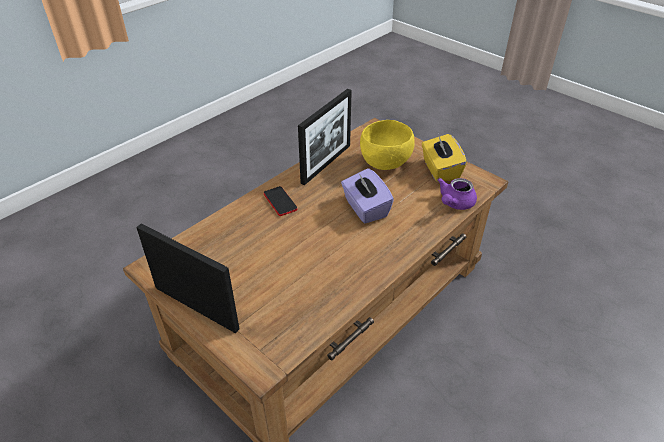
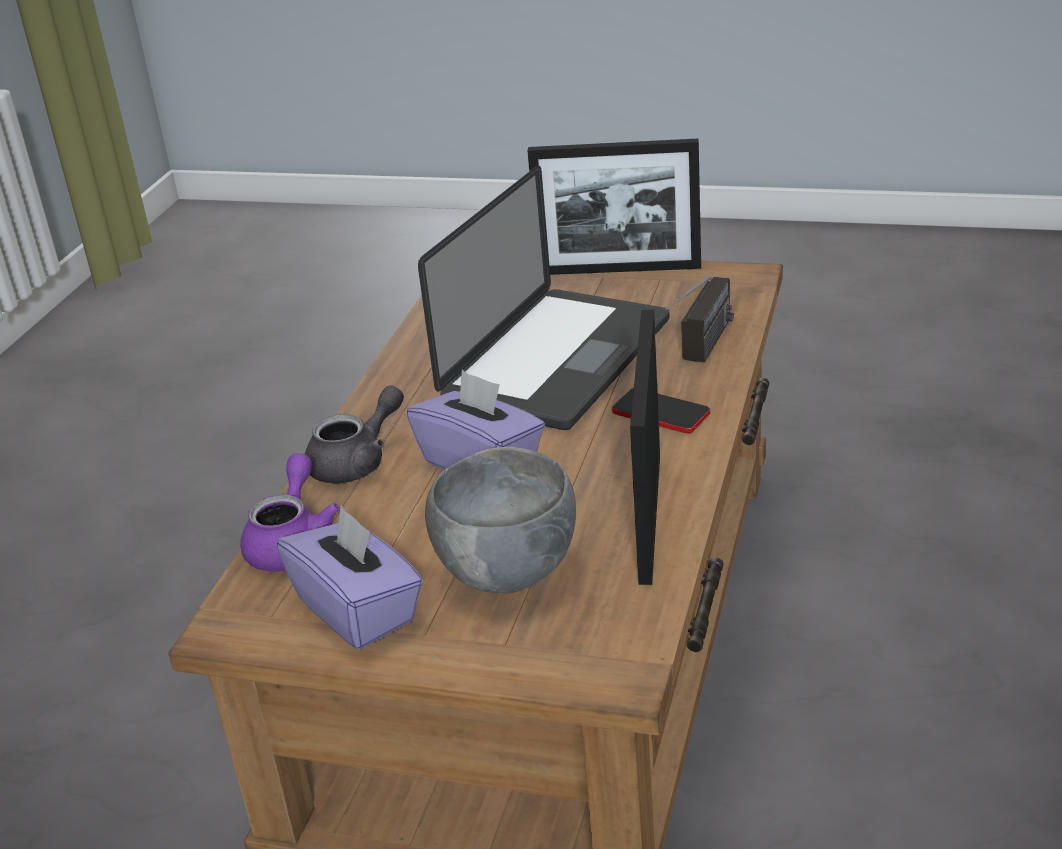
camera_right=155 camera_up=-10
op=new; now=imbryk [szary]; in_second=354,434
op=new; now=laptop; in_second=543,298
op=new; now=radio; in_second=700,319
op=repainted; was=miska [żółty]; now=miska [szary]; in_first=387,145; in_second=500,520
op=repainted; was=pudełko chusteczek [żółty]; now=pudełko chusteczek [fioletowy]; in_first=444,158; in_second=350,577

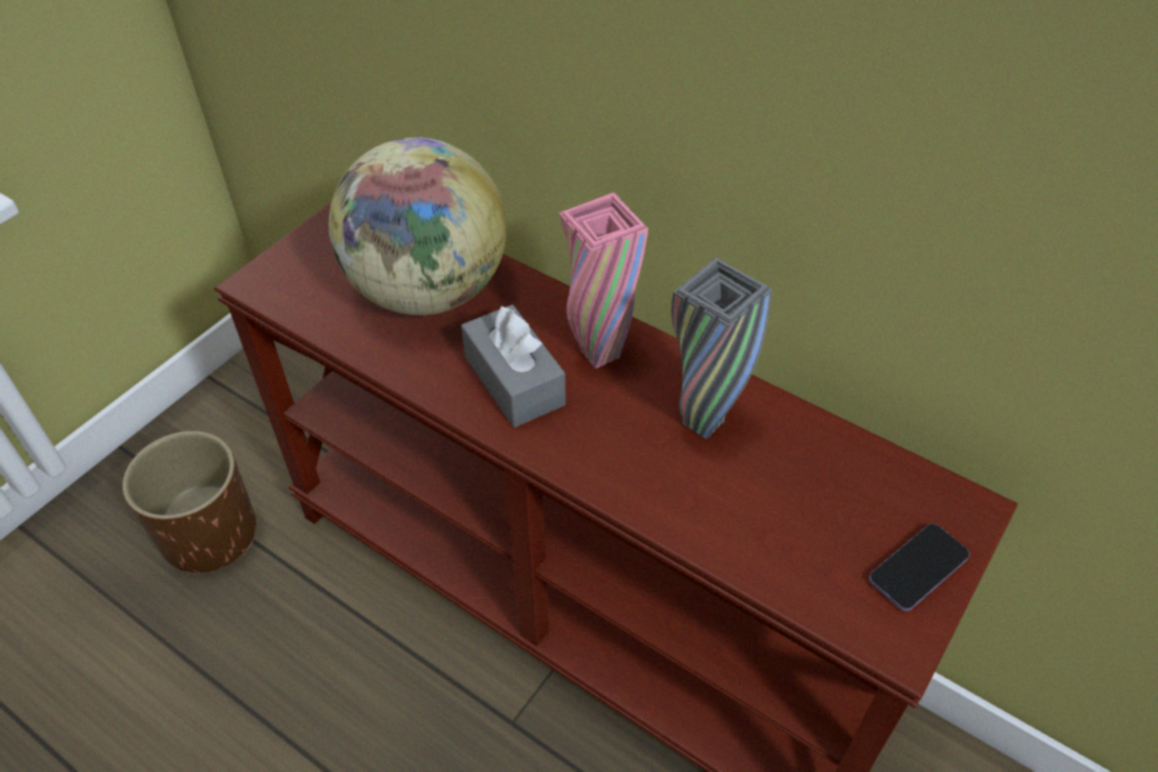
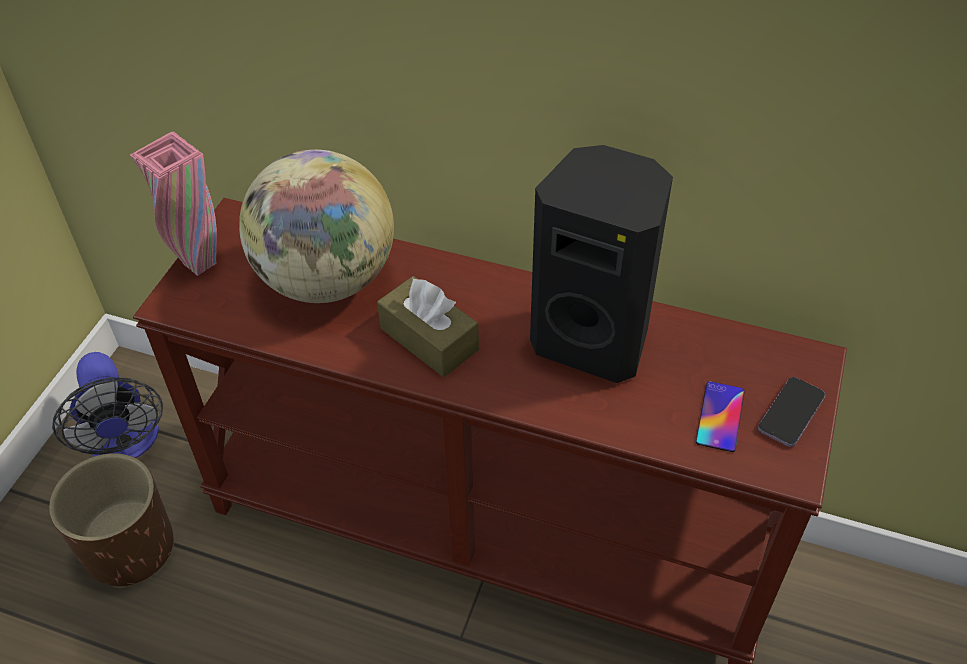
camera_right=-15 camera_up=0
op=new; now=wentylator; in_second=107,405
op=new; now=telefon; in_second=720,416
op=shifted; was=wazon [różowy]; in_first=603,281; in_second=173,203
op=swapped; was=wazon [szary]; now=głośnik [czarny]; in_first=721,348; in_second=601,264
op=repainted; was=pudełko chusteczek [szary]; now=pudełko chusteczek [brązowy]; in_first=513,366; in_second=428,326

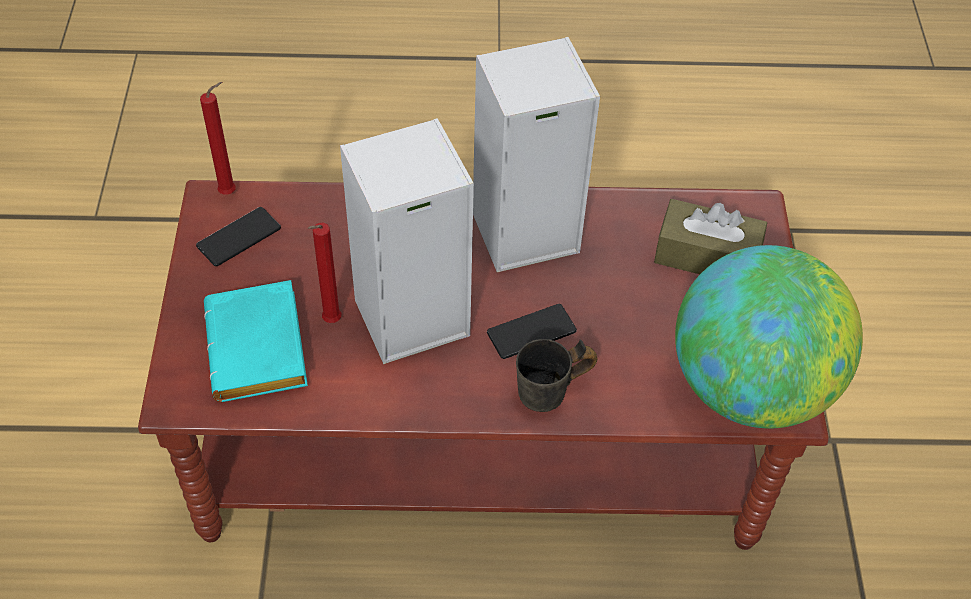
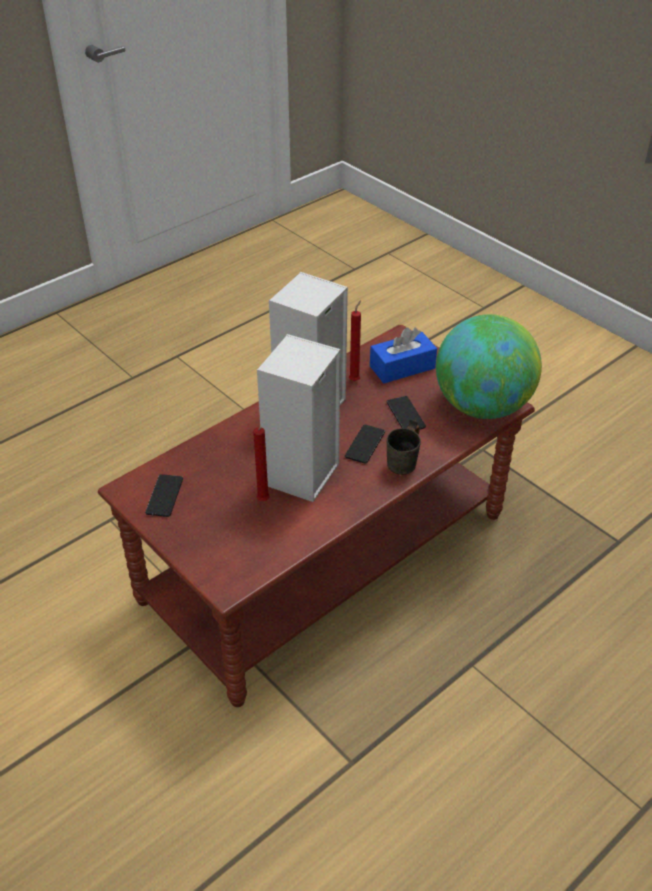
camera_right=-40 camera_up=-10
op=gone; was=książka [turkusowy]; in_first=256,341
op=new; now=telefon; in_second=406,412
op=shifted; was=świeca [czerwony]; in_first=218,138; in_second=355,340
op=repainted; was=pudełko chusteczek [brązowy]; now=pudełko chusteczek [niebieski]; in_first=710,236; in_second=403,355

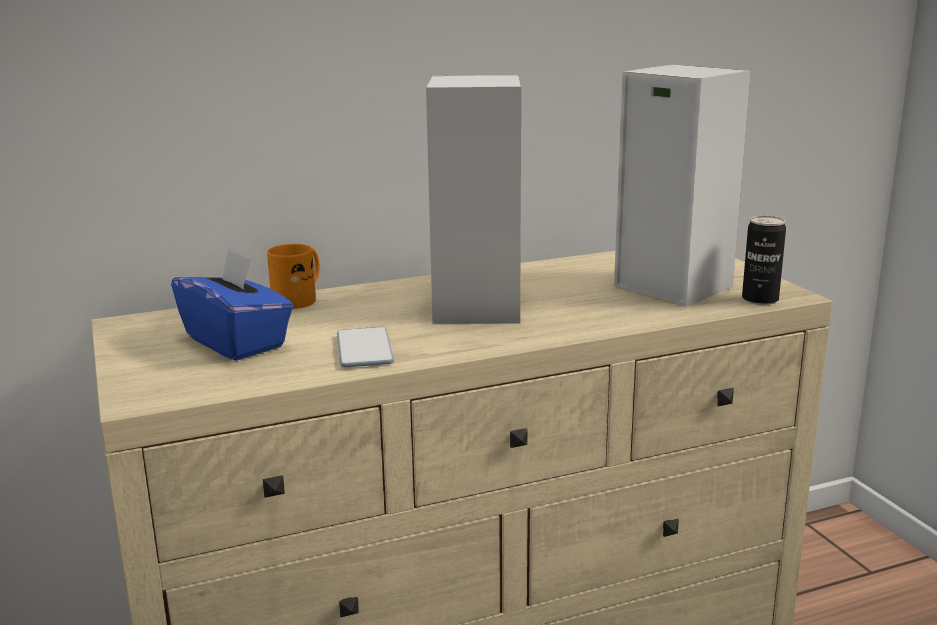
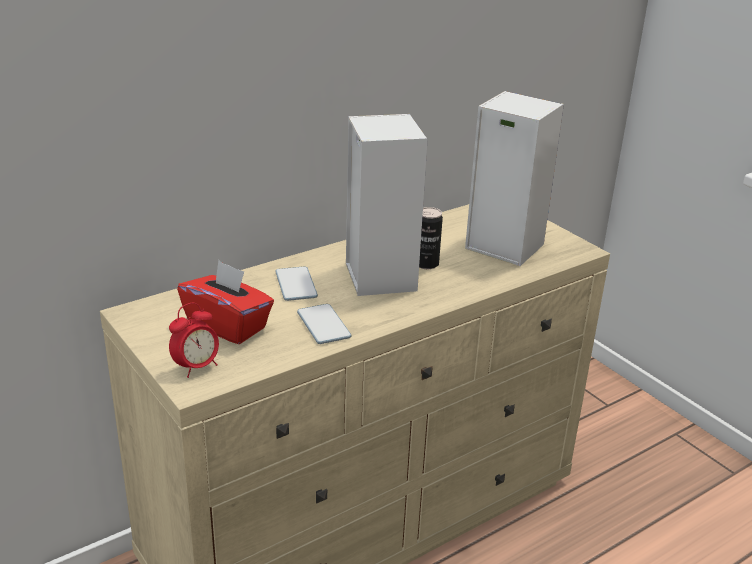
camera_right=-15 camera_up=10
op=gone; was=kubek [pomarańczowy]; in_first=293,276
op=new; now=budzik; in_second=194,340
op=new; now=telefon; in_second=296,283
op=shifted; was=puszka; in_first=764,260; in_second=431,238
op=repainted; was=pudełko chusteczek [niebieski]; now=pudełko chusteczek [czerwony]; in_first=232,304; in_second=225,302

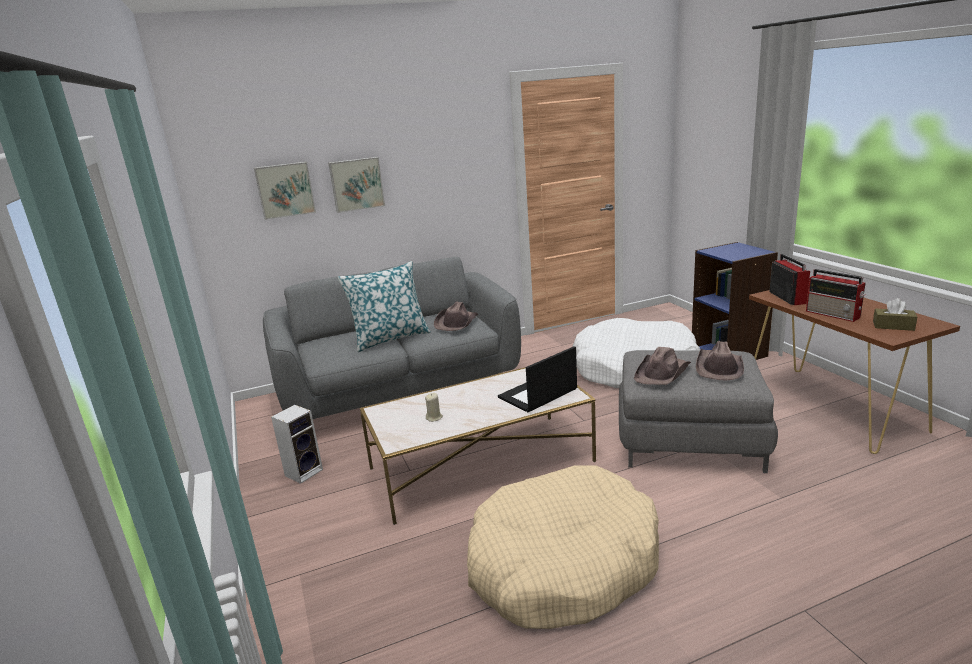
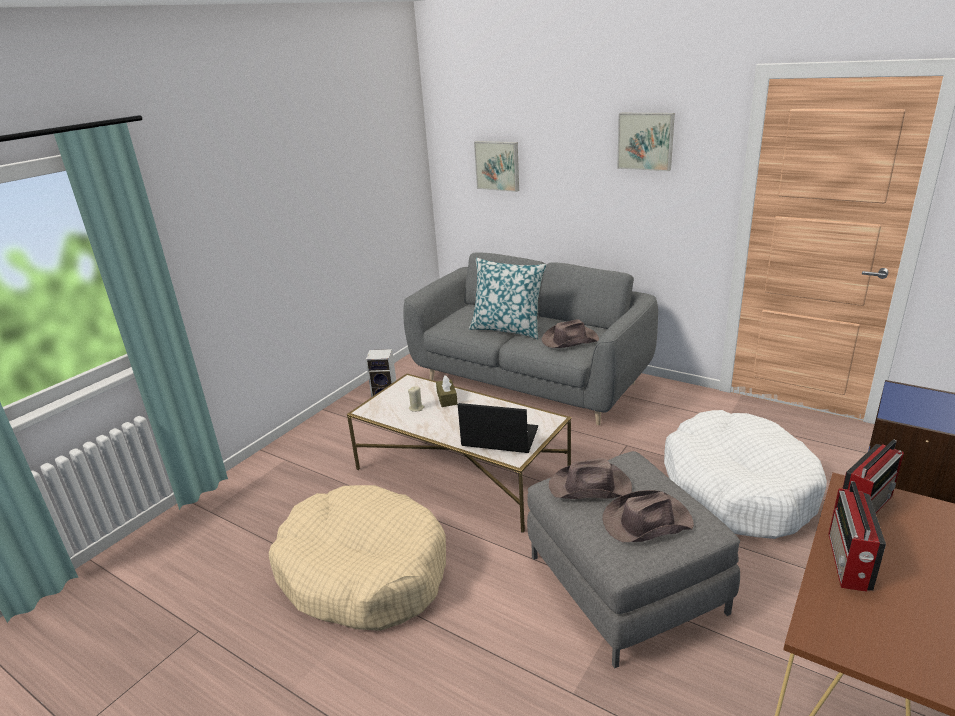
camera_right=55 camera_up=5
op=shifted; was=obraz; in_first=357,185; in_second=646,142
op=shifted; was=pudełko chusteczek [brązowy]; in_first=895,314; in_second=447,391

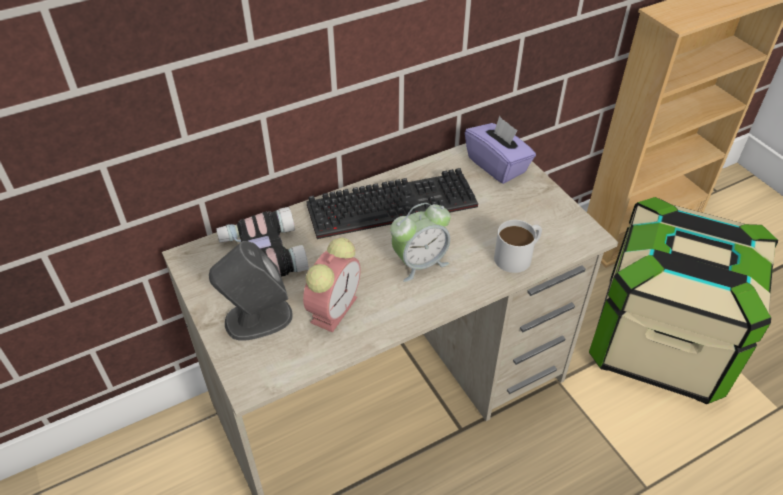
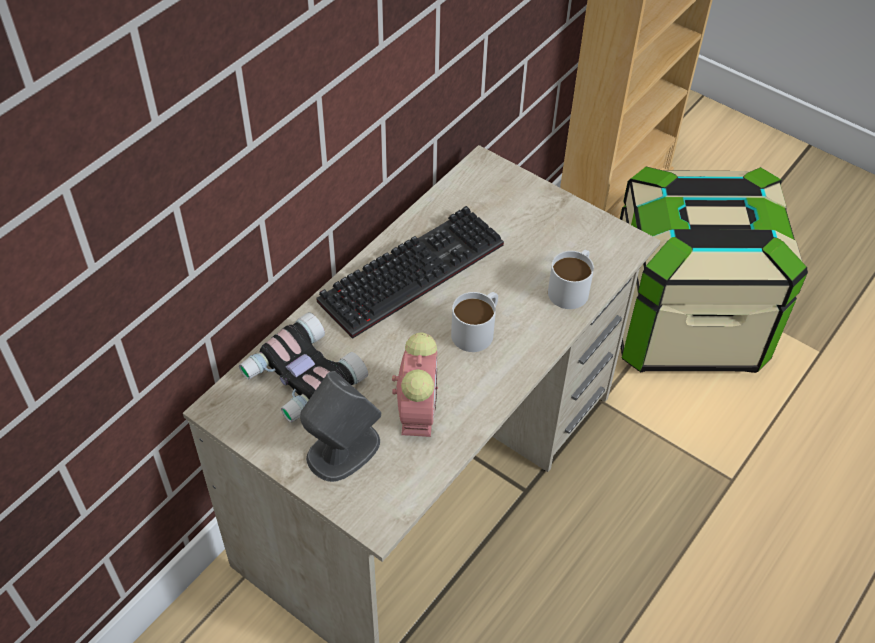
camera_right=-25 camera_up=5
op=gone; was=pudełko chusteczek [fioletowy]; in_first=500,150
op=swapped; was=budzik; now=kubek [biały]; in_first=420,242; in_second=474,322

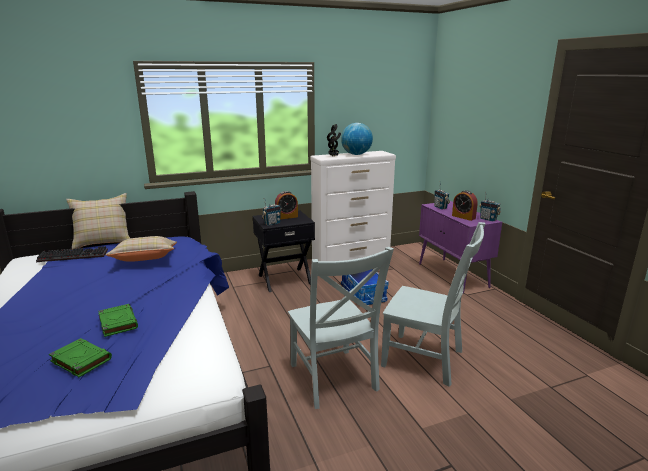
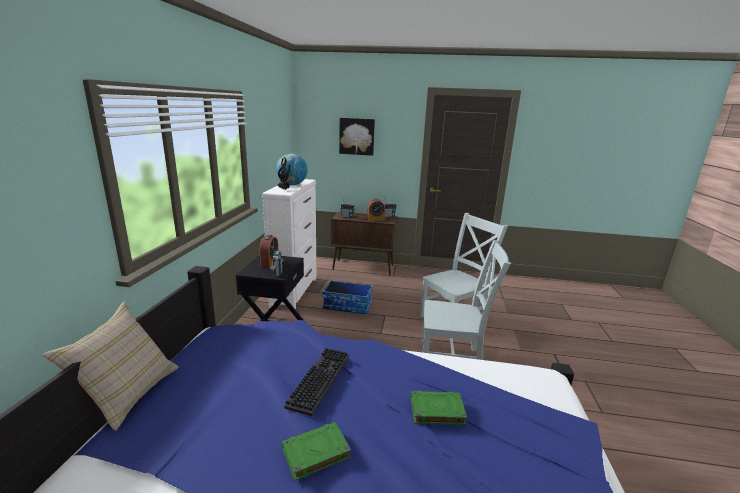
camera_right=-60 camera_up=0
op=gone; was=poduszka [beżowy]; in_first=141,249
op=new; now=obraz; in_second=357,137
op=shifted; was=klawiatura; in_first=72,254; in_second=316,382
op=shifted; was=książka [zielony]; in_first=80,357; in_second=316,451
op=repainted; was=szafka [fioletowy]; now=szafka [brązowy]; in_first=460,247; in_second=364,243

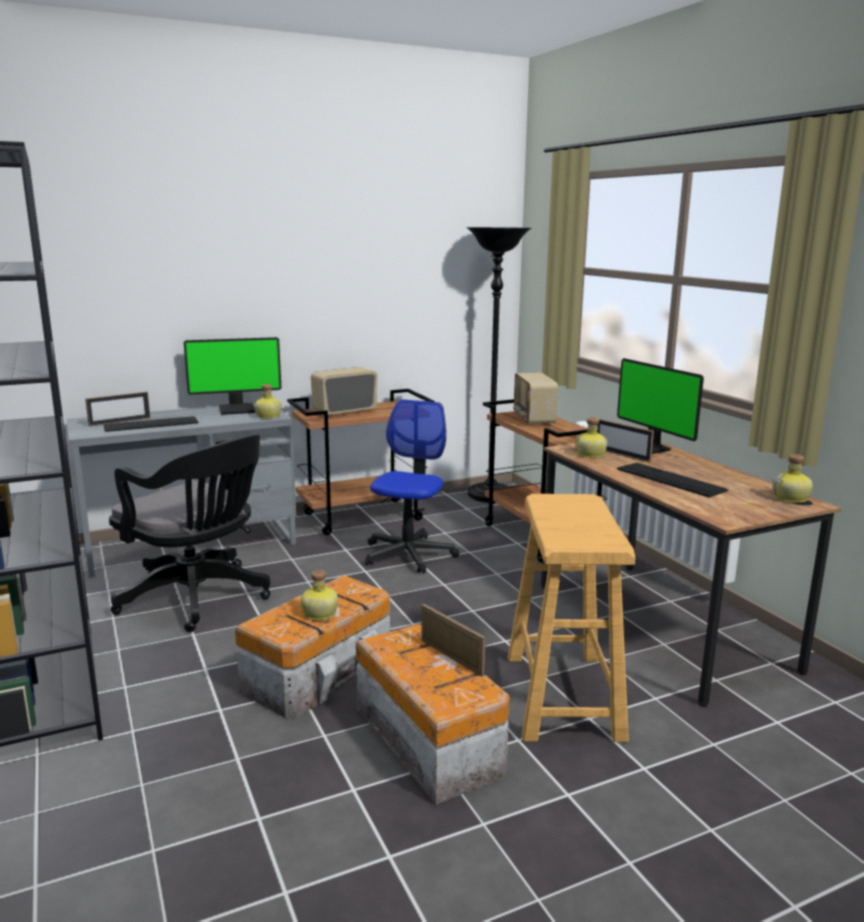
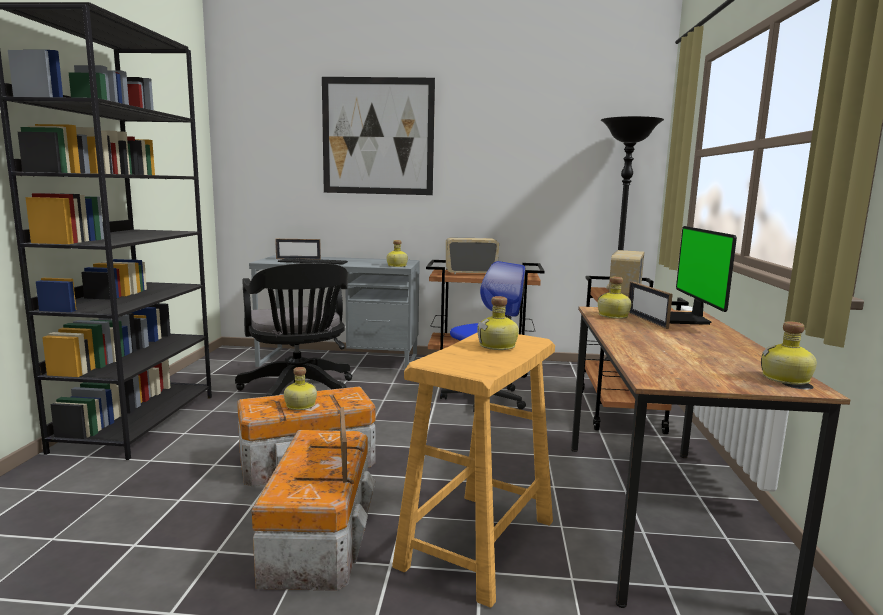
camera_right=30 camera_up=-5
op=gone; was=monitor; in_first=232,376
op=gone; was=klawiatura; in_first=672,480
op=new; now=obraz; in_second=378,136
op=new; now=butelka; in_second=498,323

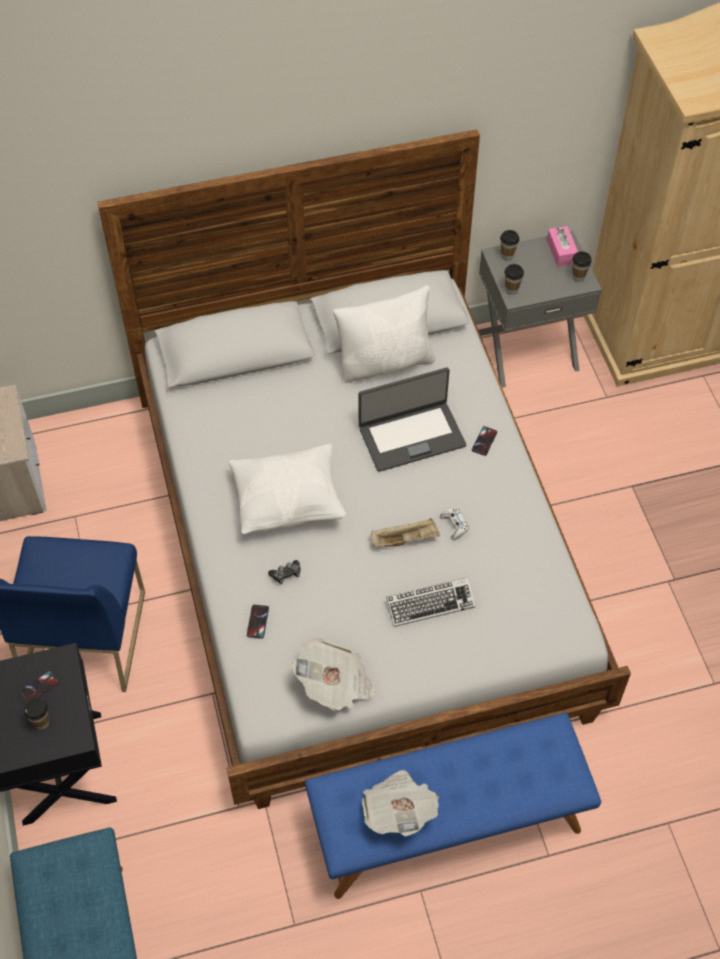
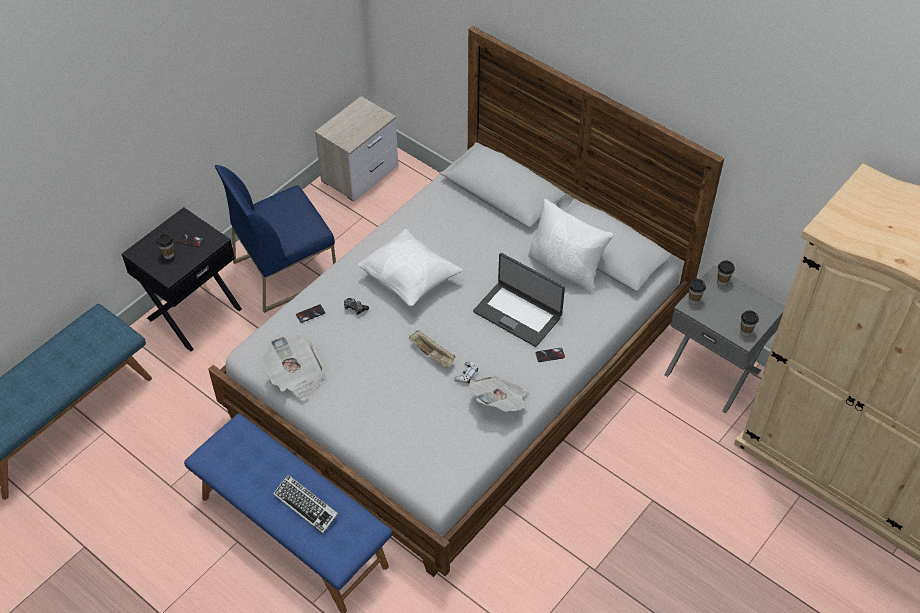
camera_right=55 camera_up=-5
op=gone; was=pudełko chusteczek [różowy]; in_first=562,246
op=shifted; was=gazeta; in_first=400,803; in_second=498,394
op=shifted; was=klawiatura; in_first=431,602; in_second=306,504

